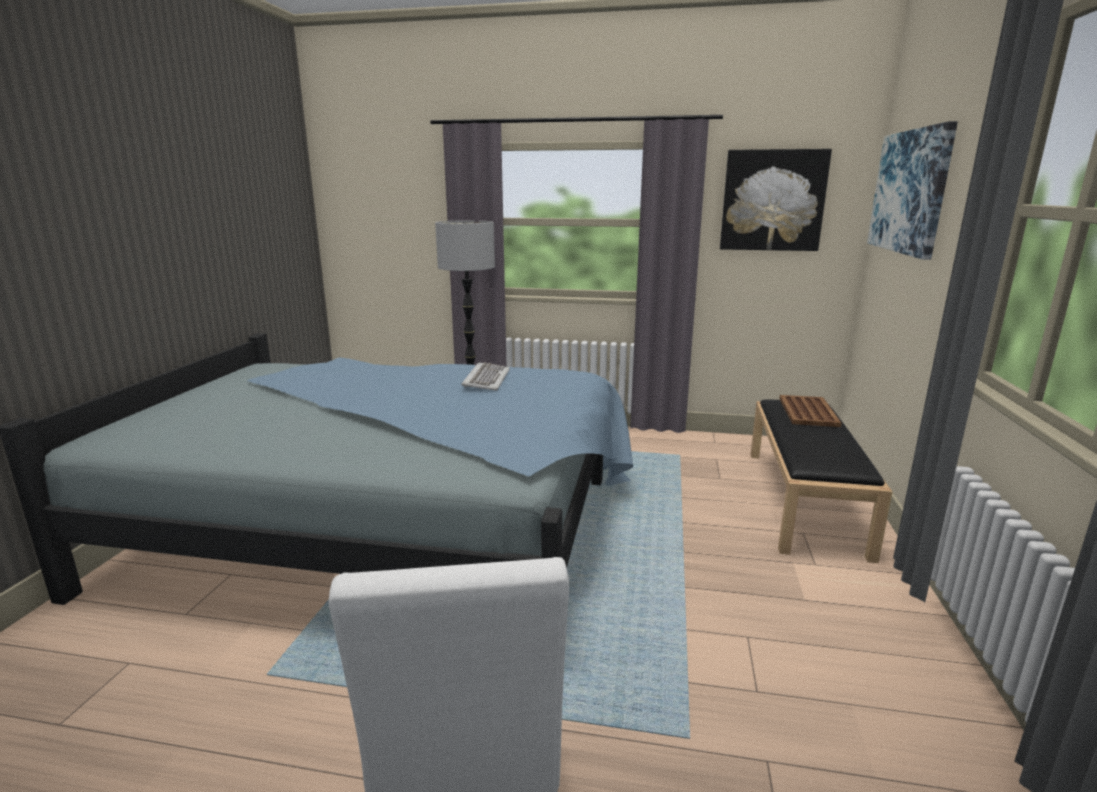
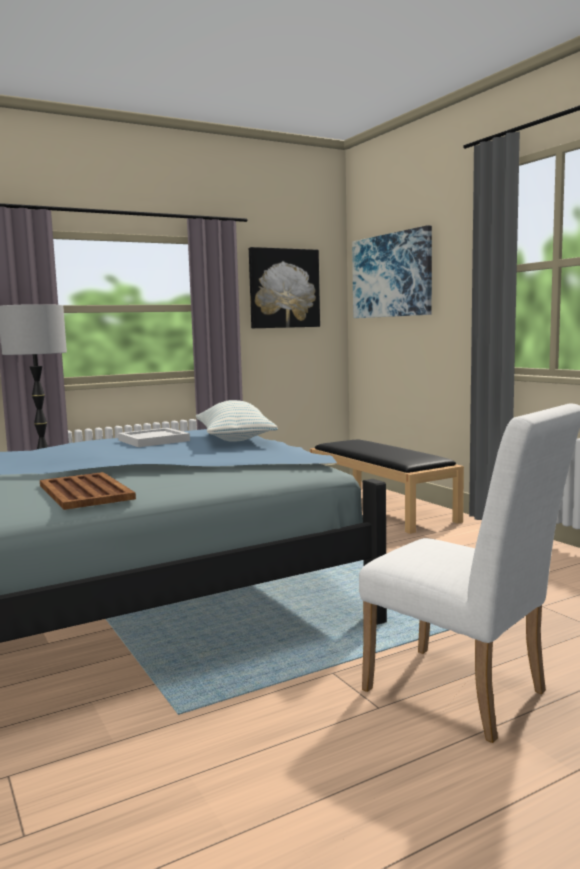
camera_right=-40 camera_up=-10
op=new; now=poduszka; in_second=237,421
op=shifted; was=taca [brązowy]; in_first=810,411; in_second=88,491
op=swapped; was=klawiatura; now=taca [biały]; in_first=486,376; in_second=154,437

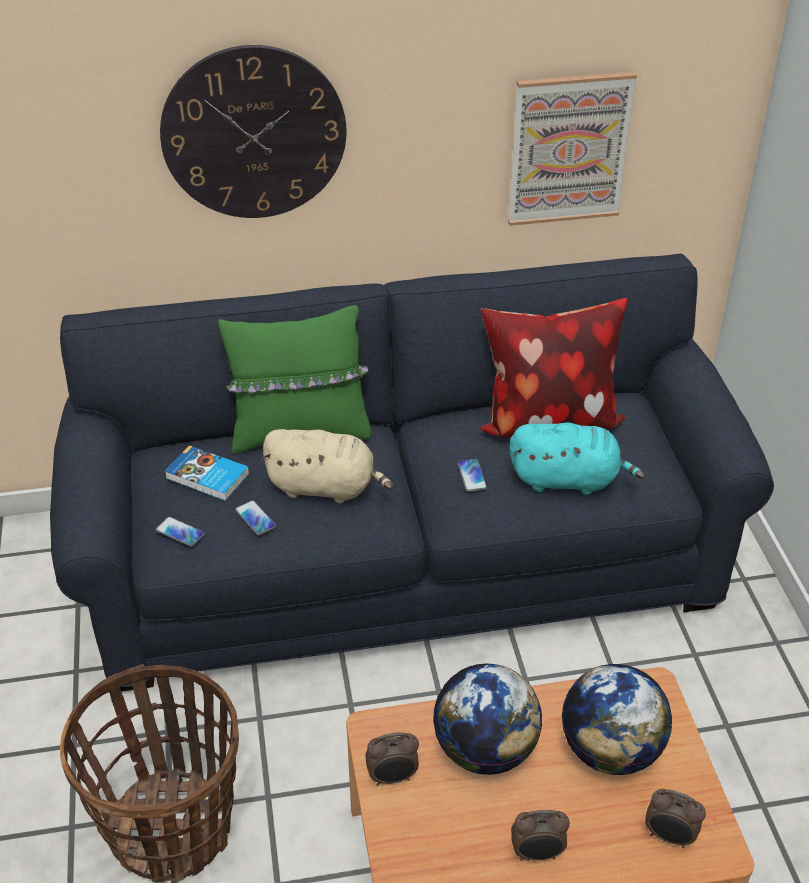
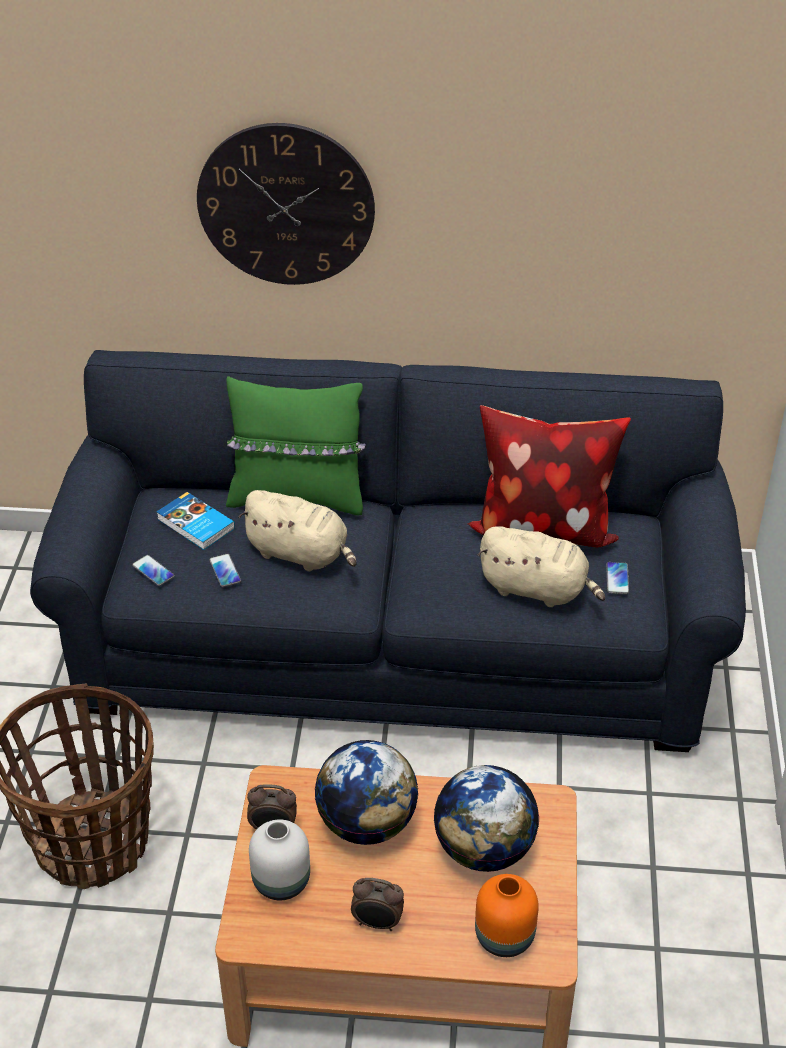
camera_right=15 camera_up=0
op=gone; was=obraz; in_first=572,149
op=new; now=wazon [biały]; in_second=279,859
op=shifted; was=telefon; in_first=472,475; in_second=617,578
op=swapped; was=budzik; now=wazon [pomarańczowy]; in_first=675,818; in_second=507,915
op=repainted; was=pluszak [turkusowy]; now=pluszak [beżowy]; in_first=577,458; in_second=541,567

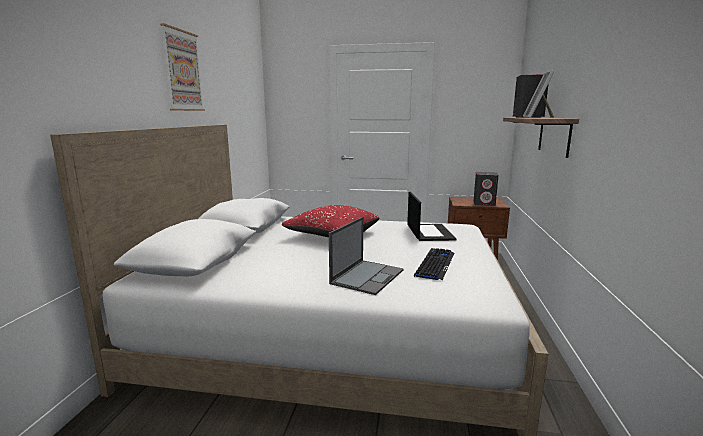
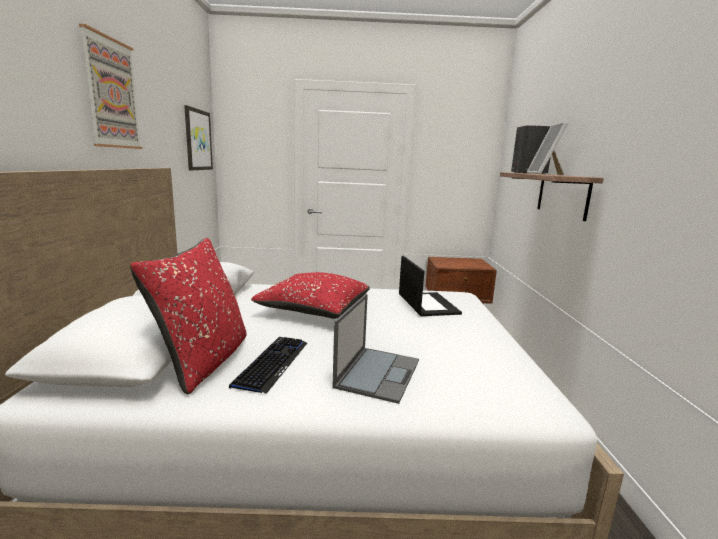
camera_right=-10 camera_up=0
op=gone; was=głośnik [szary]; in_first=486,189
op=new; now=poduszka [czerwony]; in_second=188,316
op=new; now=obraz; in_second=198,137
op=shifted; was=klawiatura; in_first=434,264; in_second=268,365

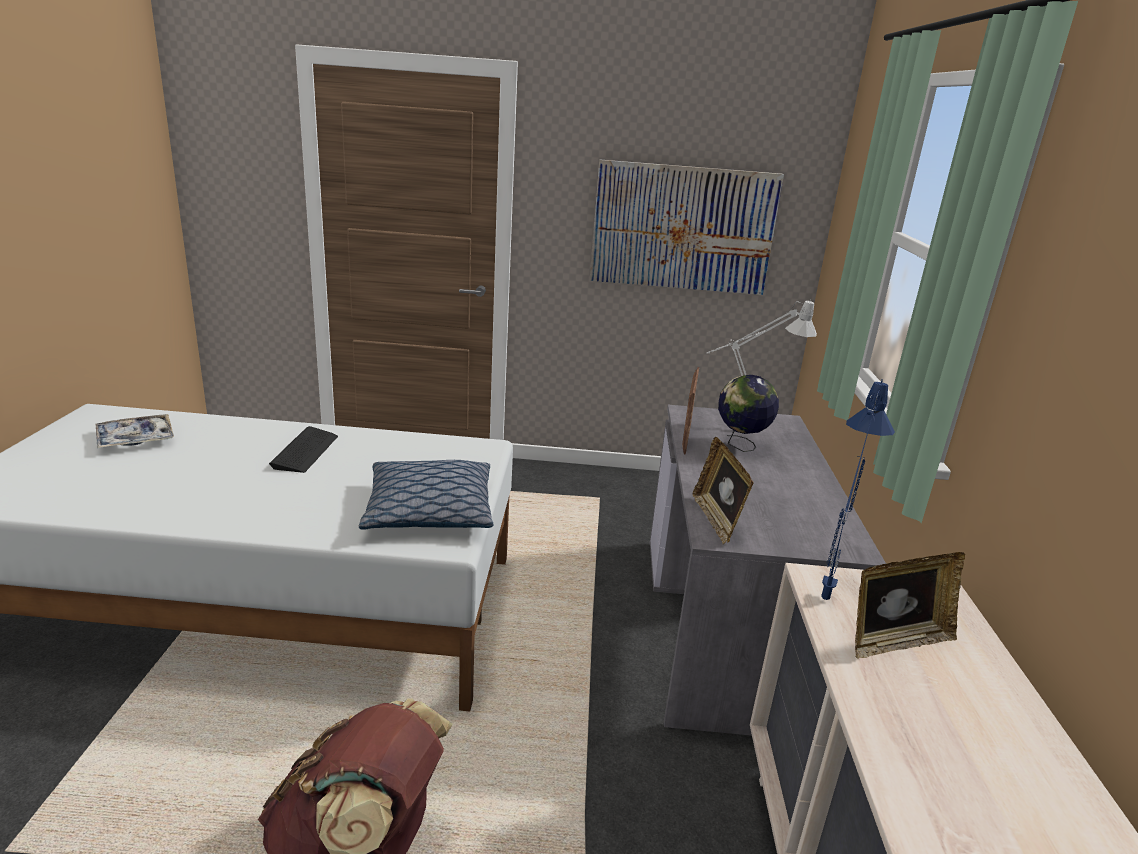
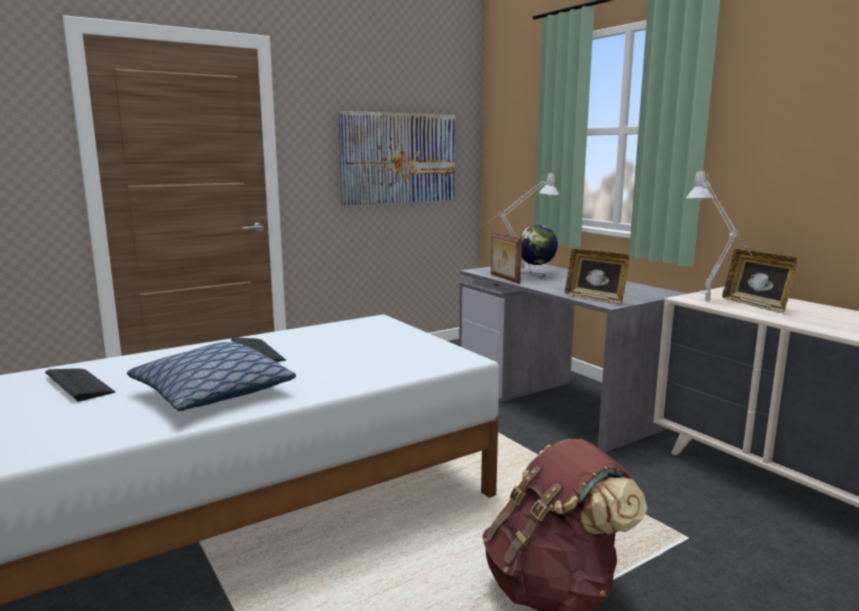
camera_right=-35 camera_up=-10
op=shifted; was=poduszka; in_first=426,494; in_second=211,376
op=swapped; was=taca; now=klawiatura; in_first=135,431; in_second=80,384
op=repainted; was=lampa stołowa [niebieski]; now=lampa stołowa [szary]; in_first=858,490; in_second=719,236
op=rotated; was=ramka na zdjęcie; in_first=910,605; in_second=759,281; clockwise=120

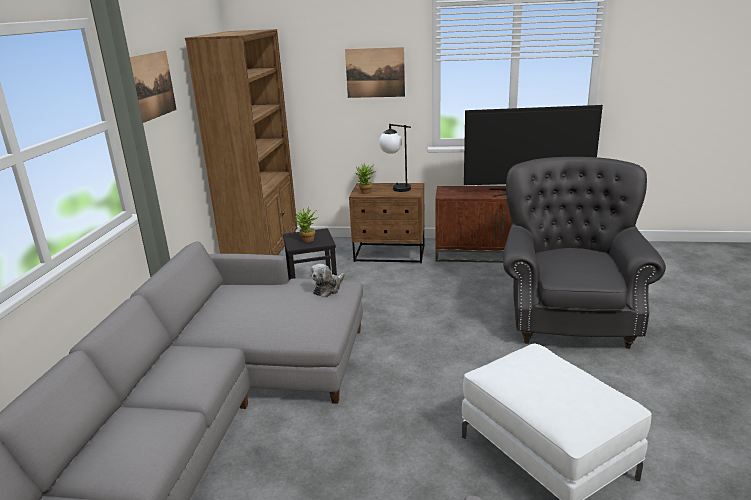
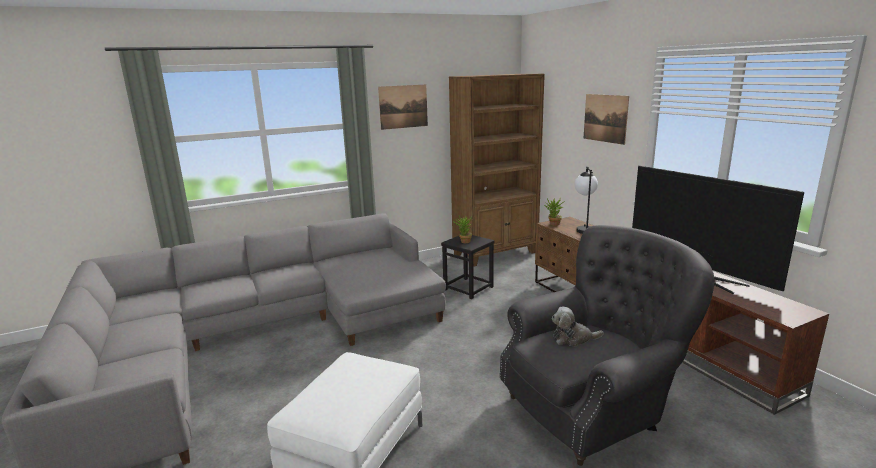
camera_right=55 camera_up=-5
op=shifted; was=pluszak; in_first=327,280; in_second=578,327

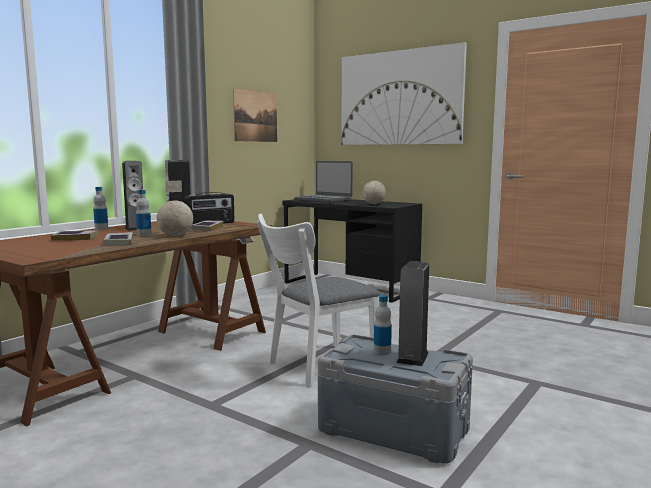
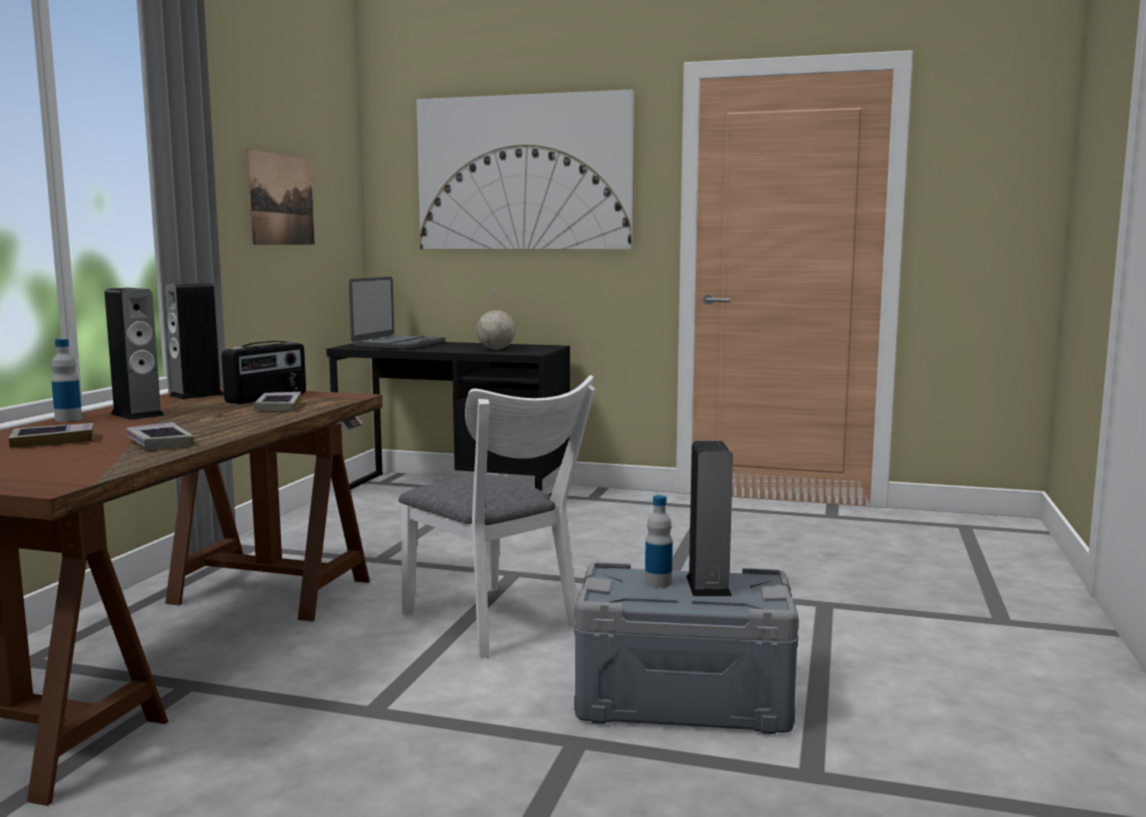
camera_right=-20 camera_up=0
op=gone; was=butelka; in_first=144,213
op=gone; was=globus; in_first=175,208
op=rotated; was=krzesło [biały]; in_first=318,300; in_second=497,516; clockwise=-75
op=rotated; was=laptop; in_first=323,182; in_second=397,313; clockwise=-90

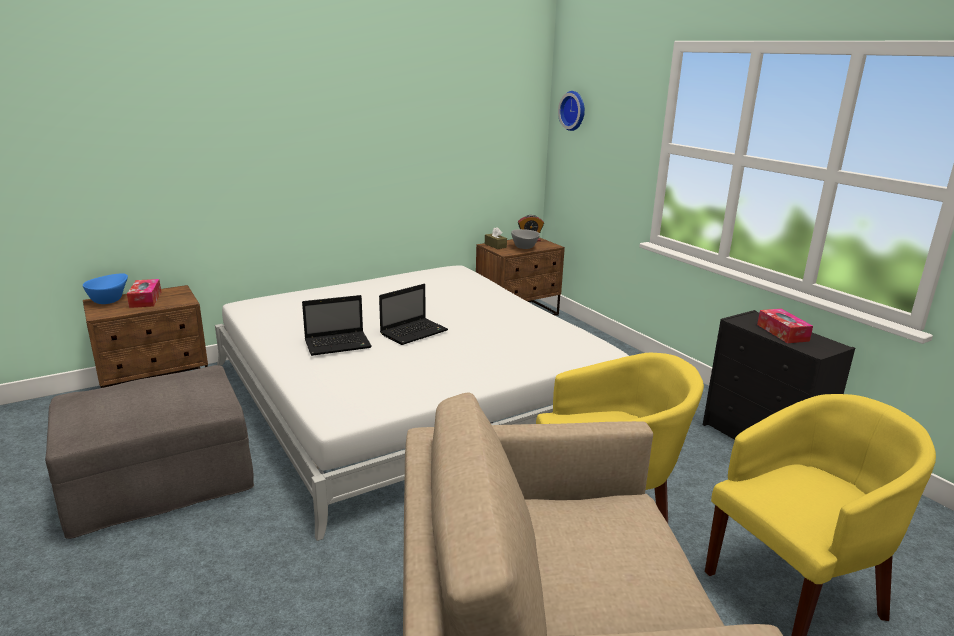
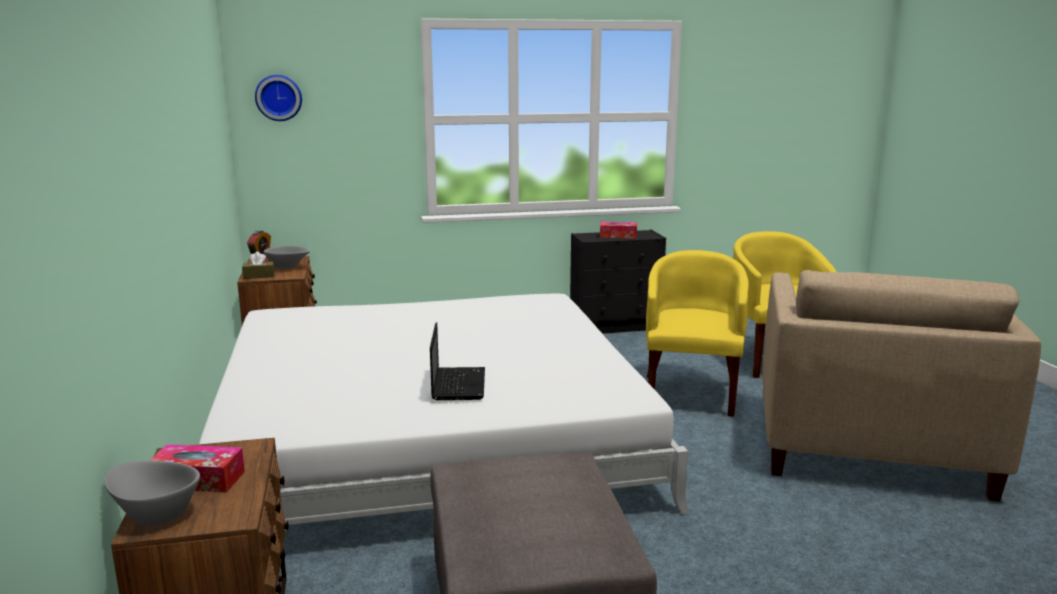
camera_right=-70 camera_up=-5
op=gone; was=laptop; in_first=413,314
op=repainted; was=miska [niebieski]; now=miska [szary]; in_first=105,288; in_second=152,493

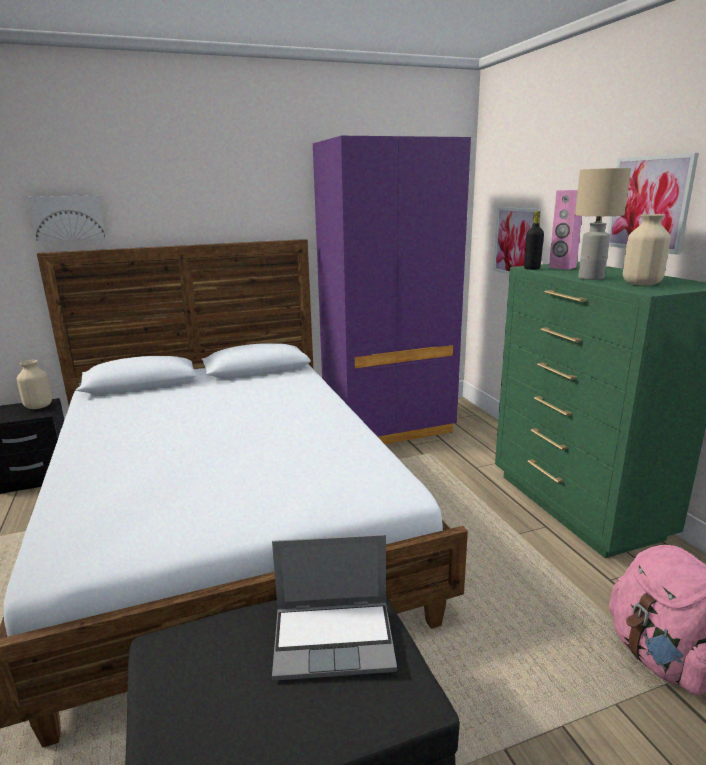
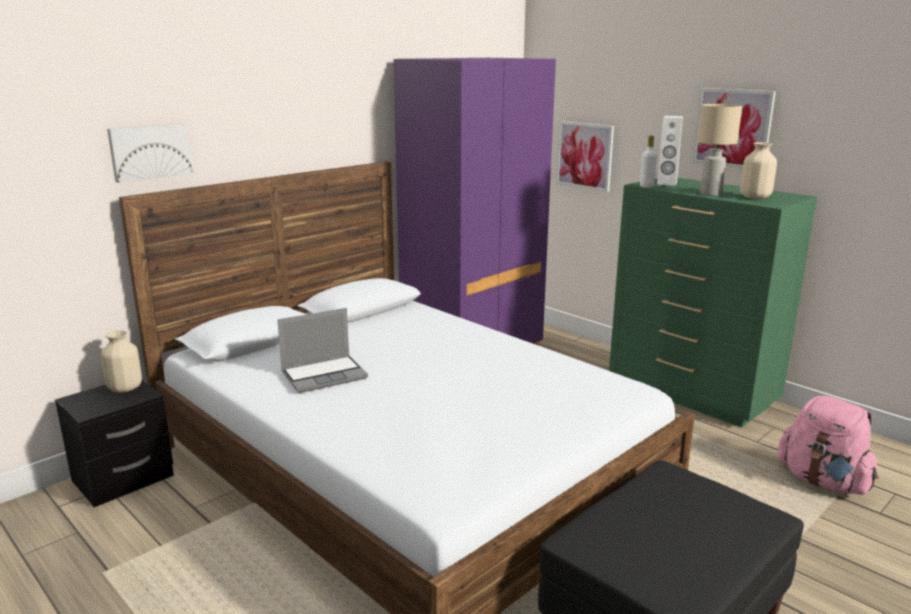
camera_right=-25 camera_up=0
op=shifted; was=laptop; in_first=334,607; in_second=322,350
op=repainted; was=butelka [czarny]; now=butelka [biały]; in_first=534,240; in_second=648,161
op=repainted; was=głośnik [różowy]; now=głośnik [biały]; in_first=565,230; in_second=670,151

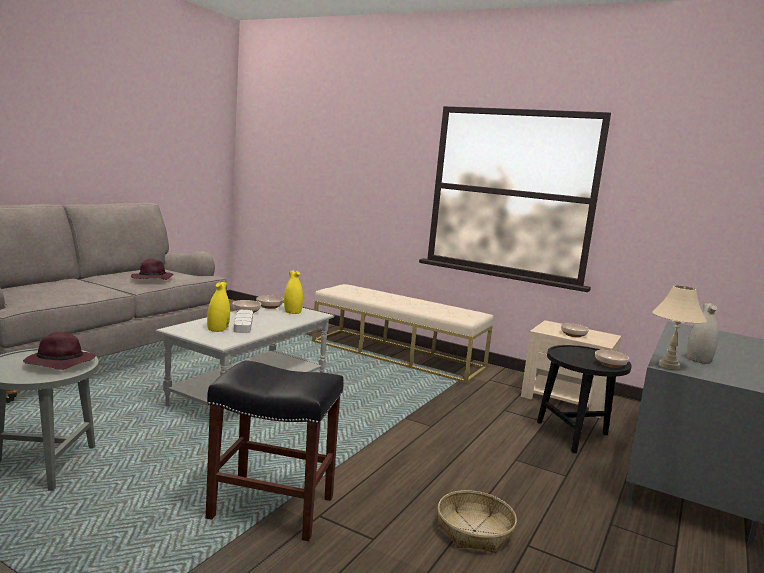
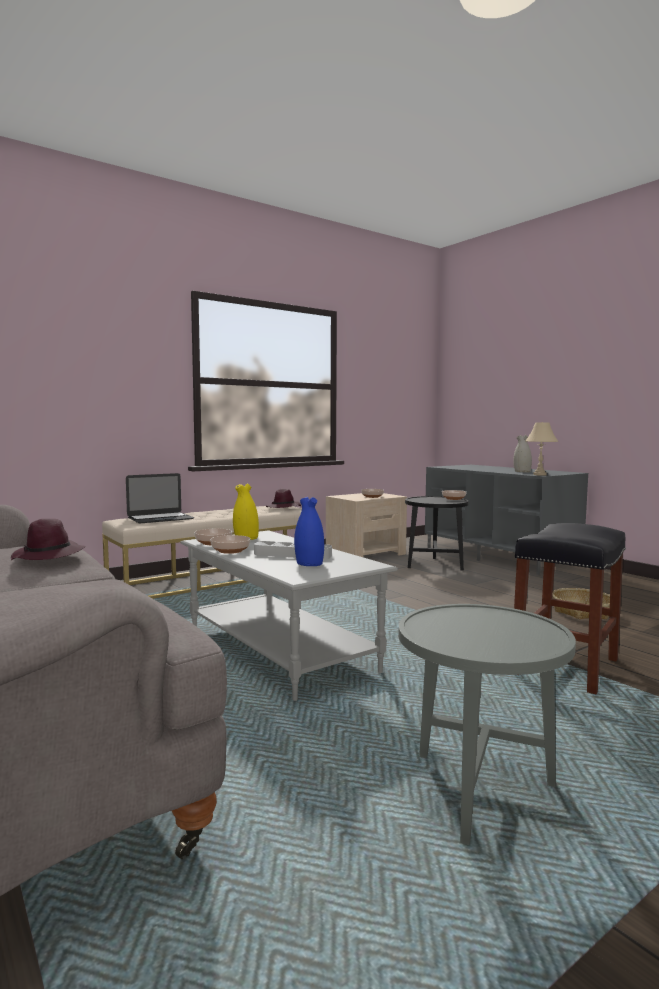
camera_right=-65 camera_up=-5
op=new; now=laptop; in_second=160,498
op=shifted; was=kapelusz [fioletowy]; in_first=59,351; in_second=283,498
op=repainted; was=wazon [żółty]; now=wazon [niebieski]; in_first=218,307; in_second=309,531

